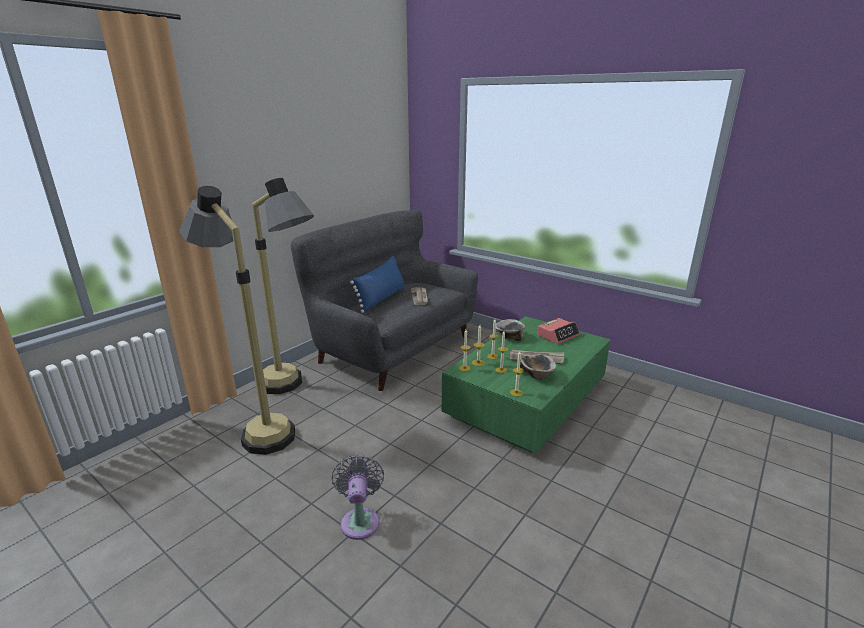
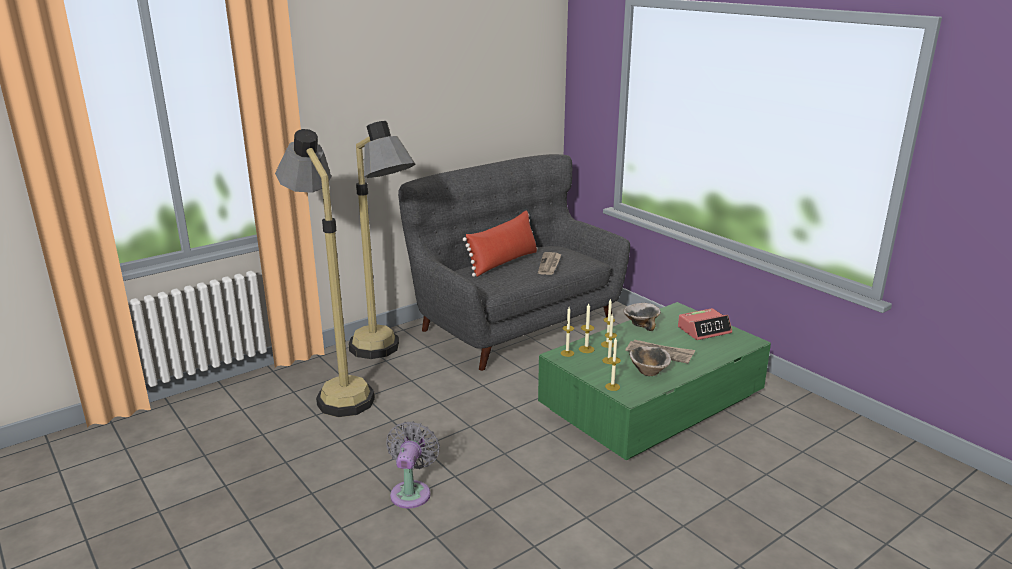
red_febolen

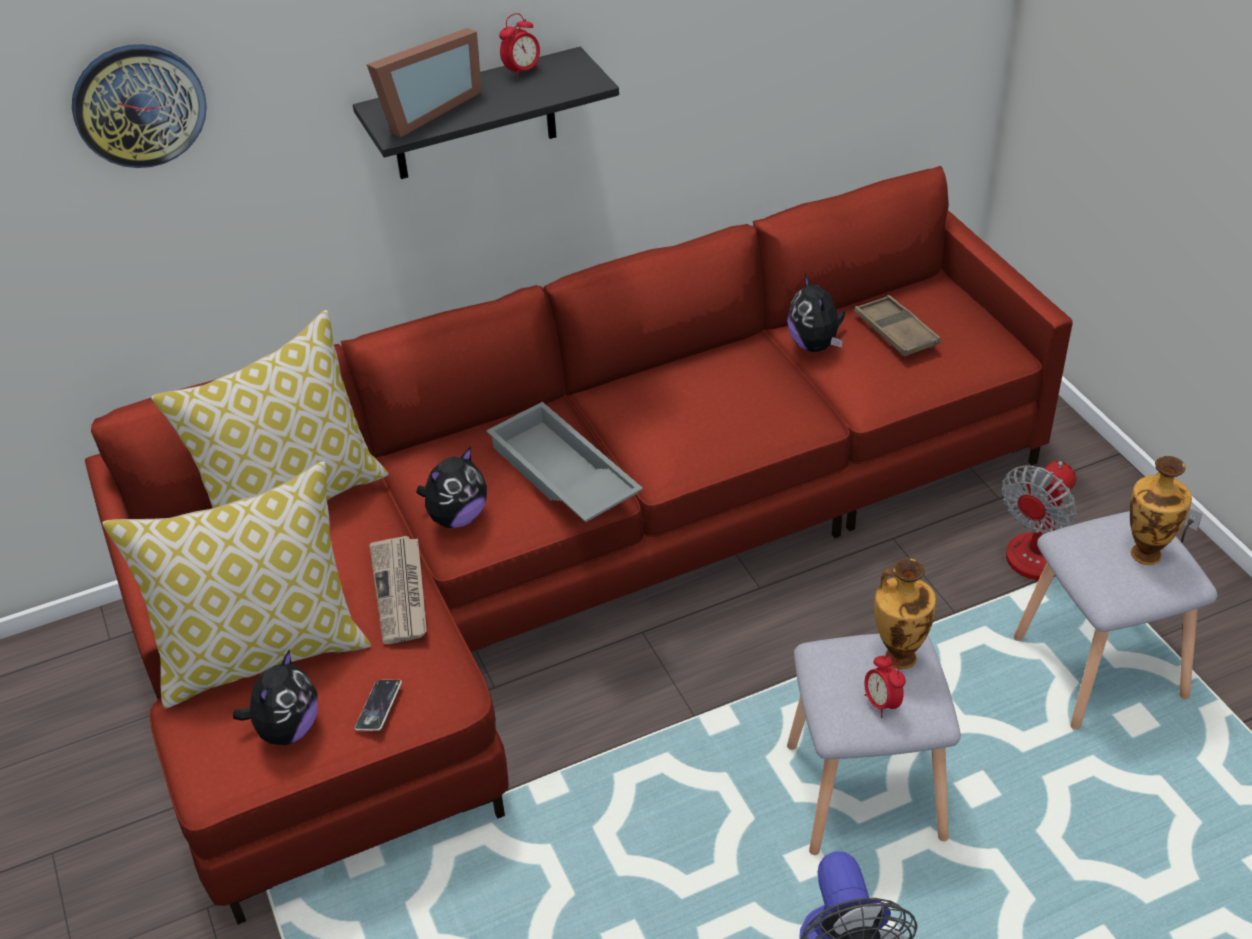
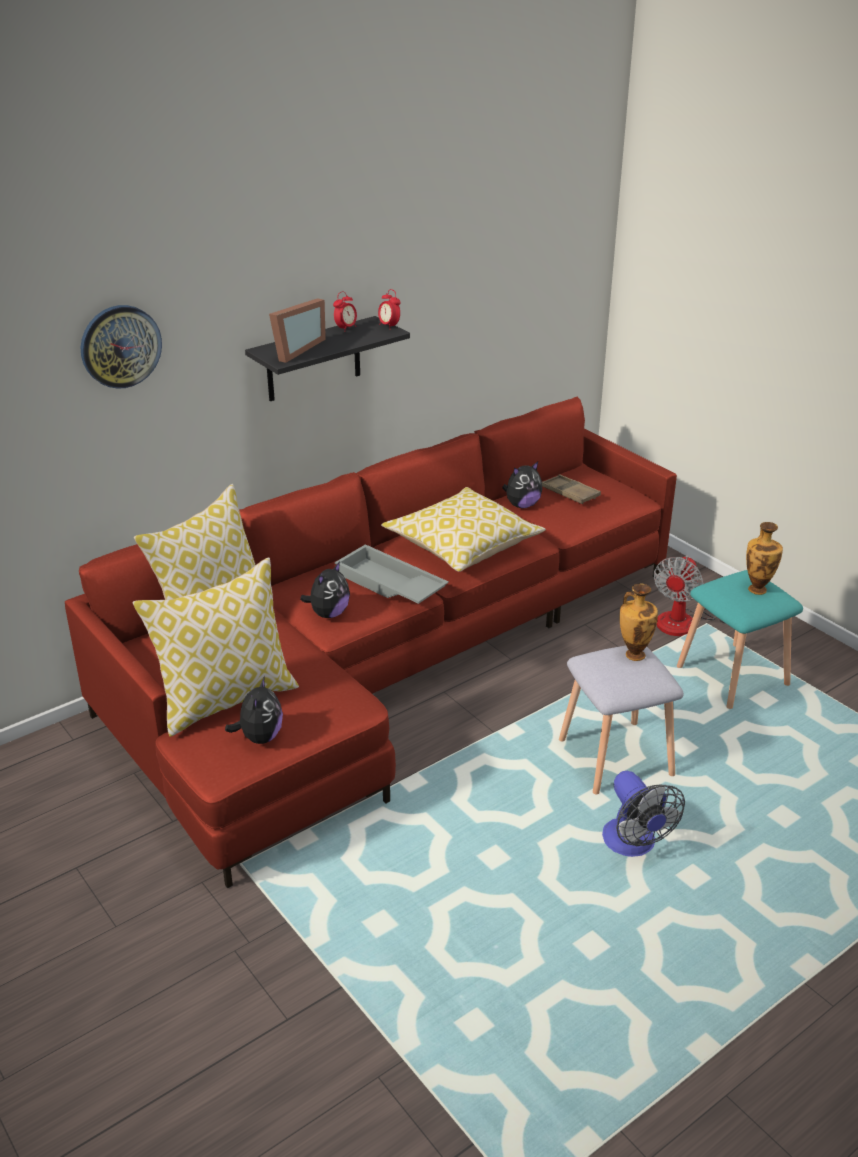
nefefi
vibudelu
febolen (no. 3 from left)
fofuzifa (no. 2 from left)
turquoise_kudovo
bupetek (no. 3 from left)

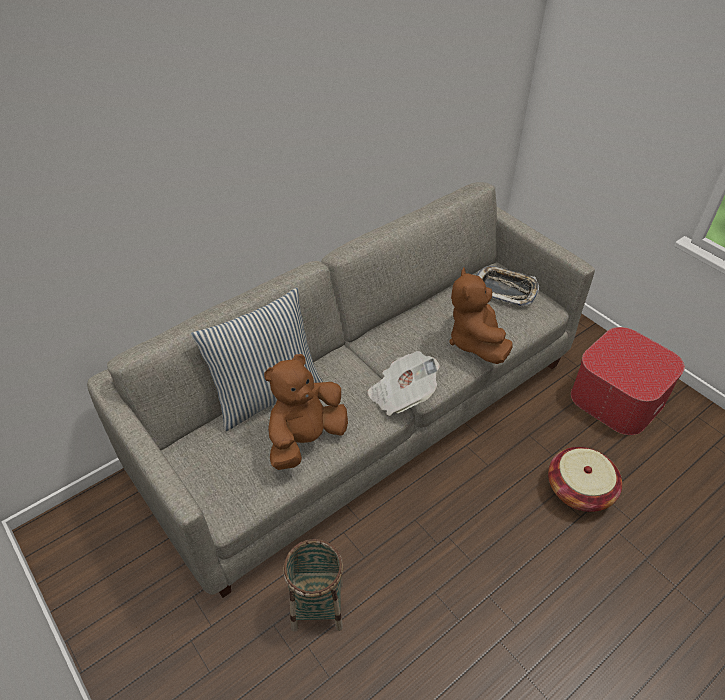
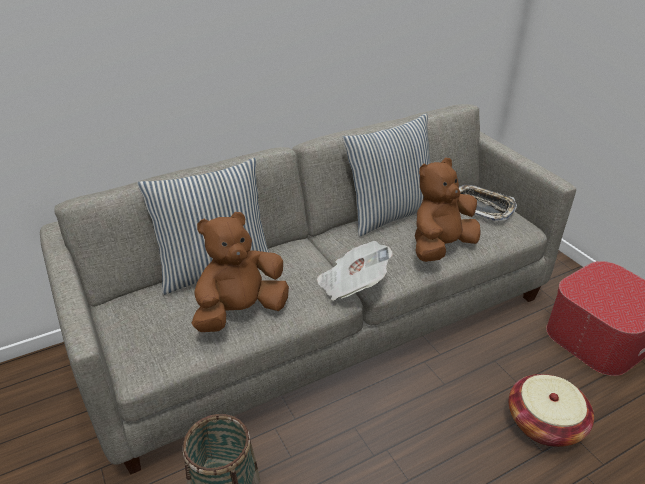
febolen (no. 2 from left)
brown_bupetek (no. 2 from left)

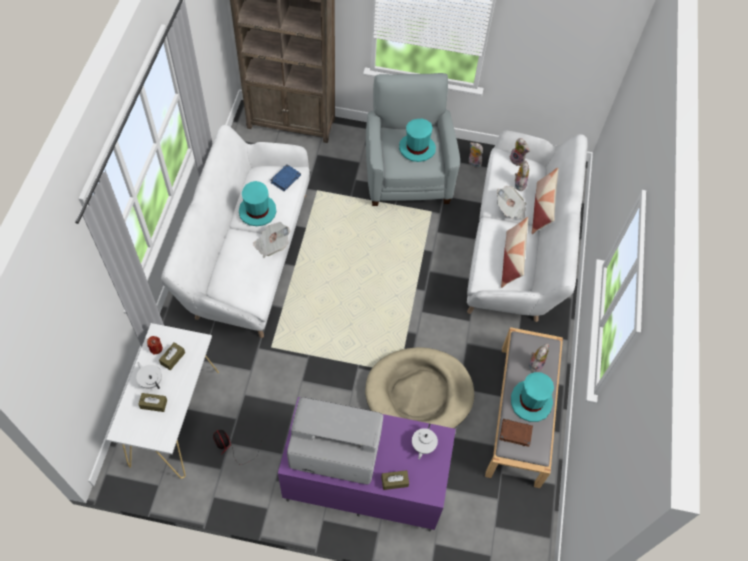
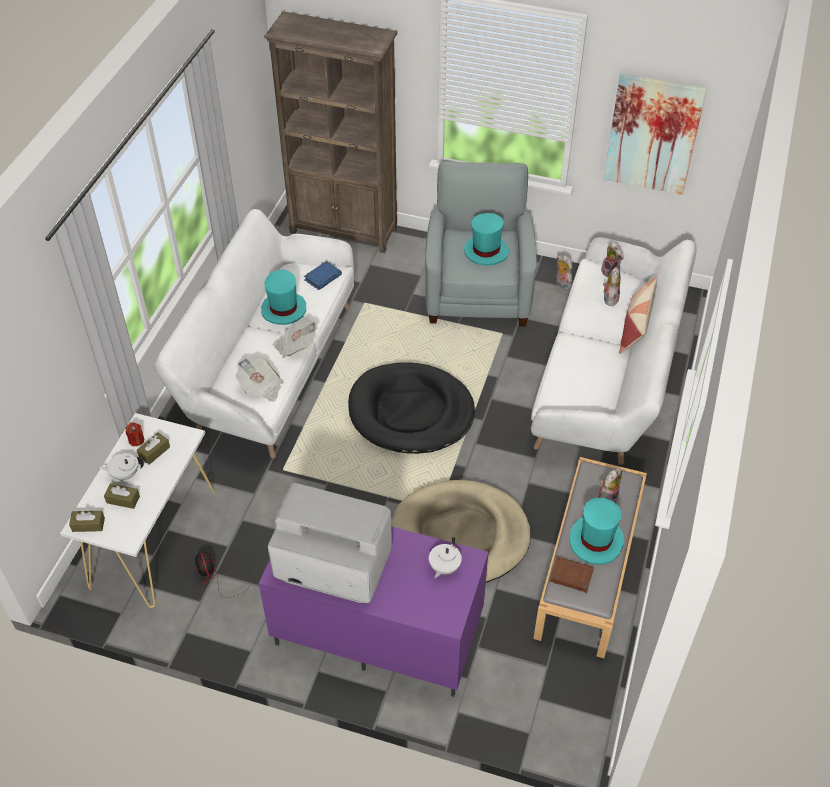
febolen (no. 1 from left in the first image)
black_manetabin
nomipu
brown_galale (no. 1 from left)
vibudelu (no. 1 from left)
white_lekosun (no. 1 from left)

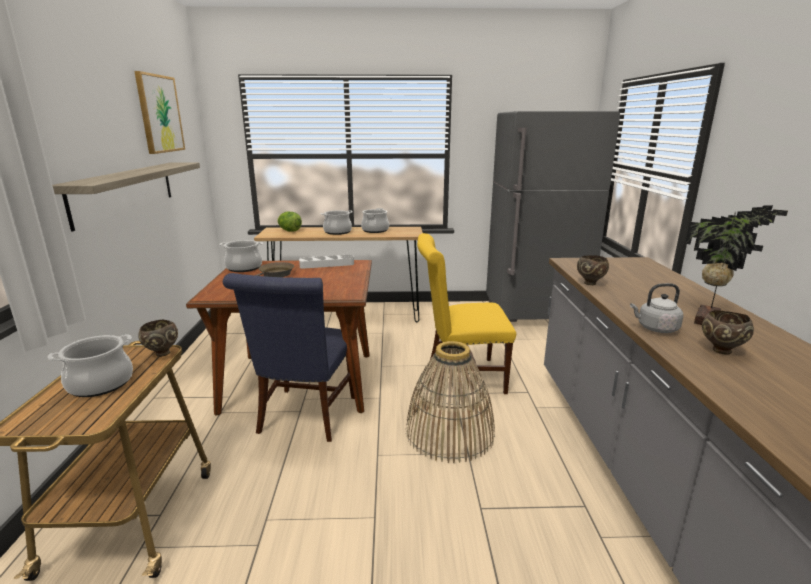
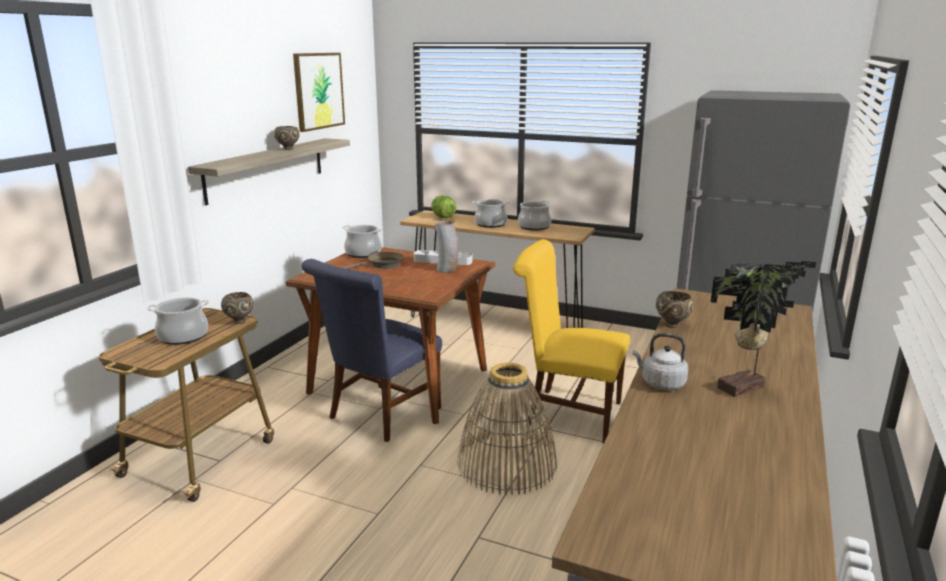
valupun
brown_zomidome (no. 2 from left)

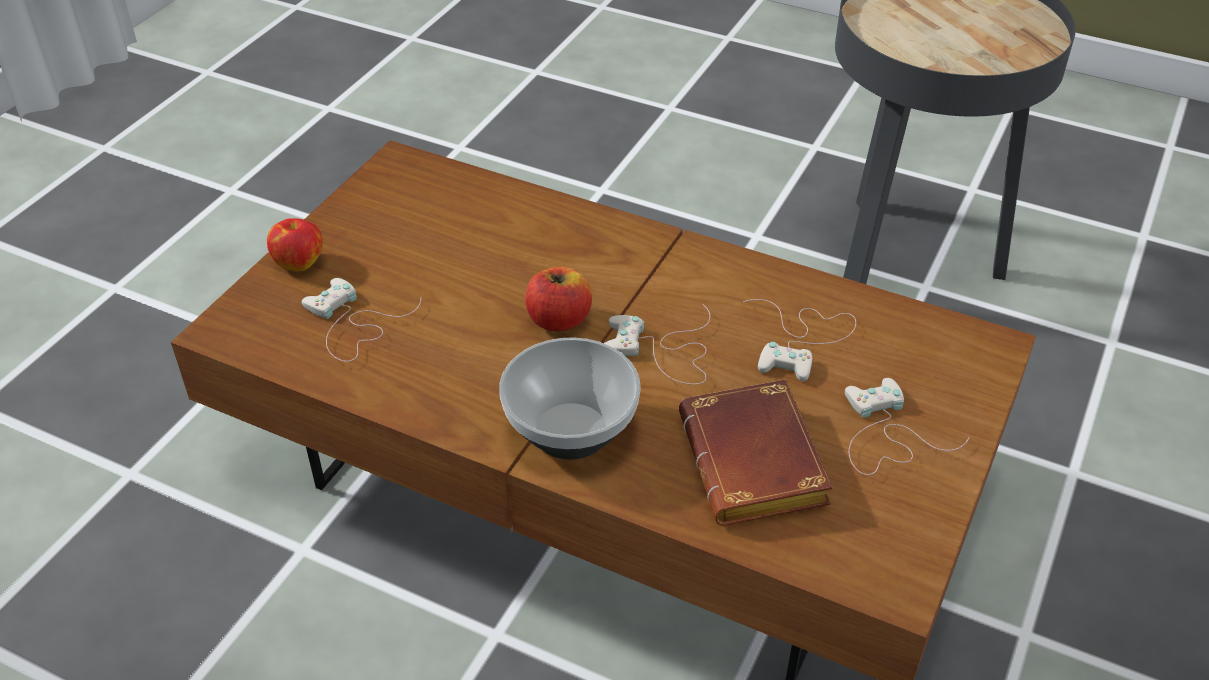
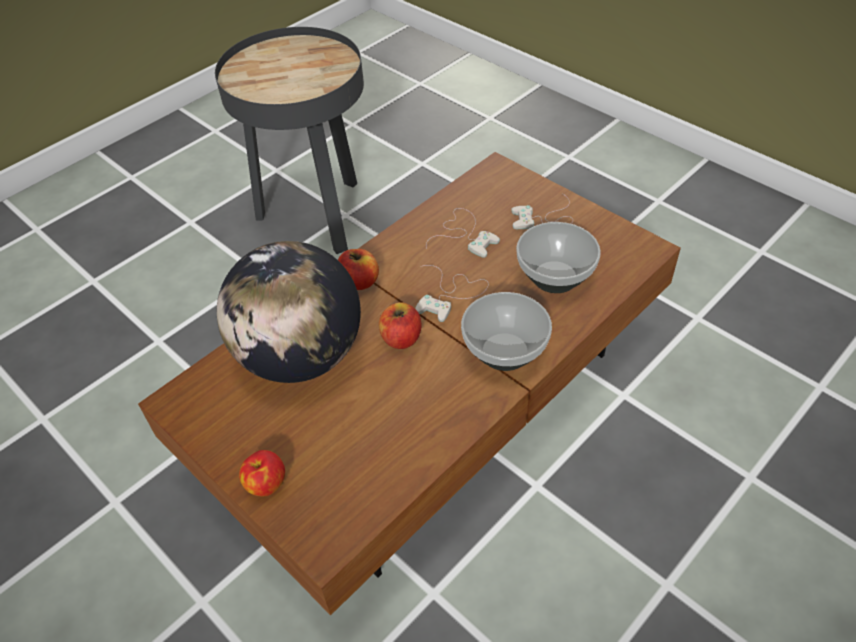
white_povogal (no. 1 from left in the first image)
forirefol
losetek (no. 2 from left)
zomidome (no. 2 from left)

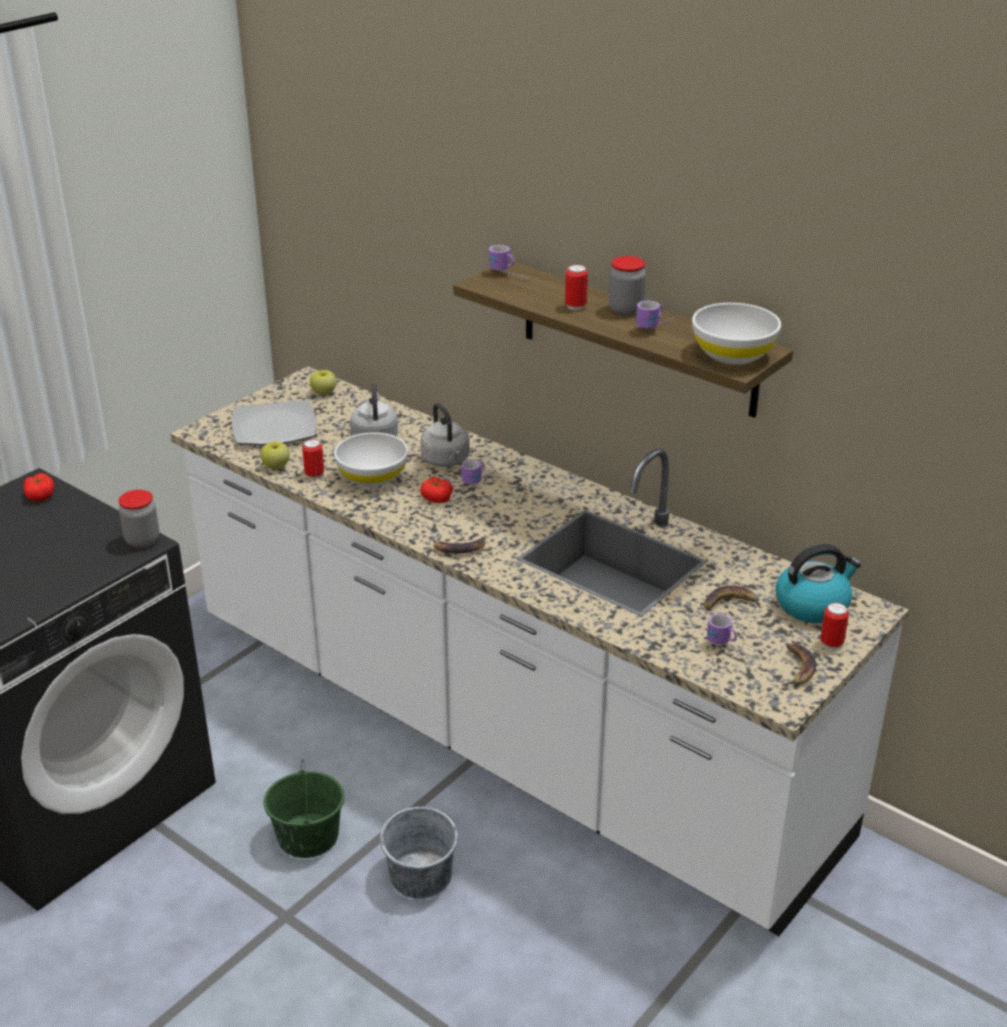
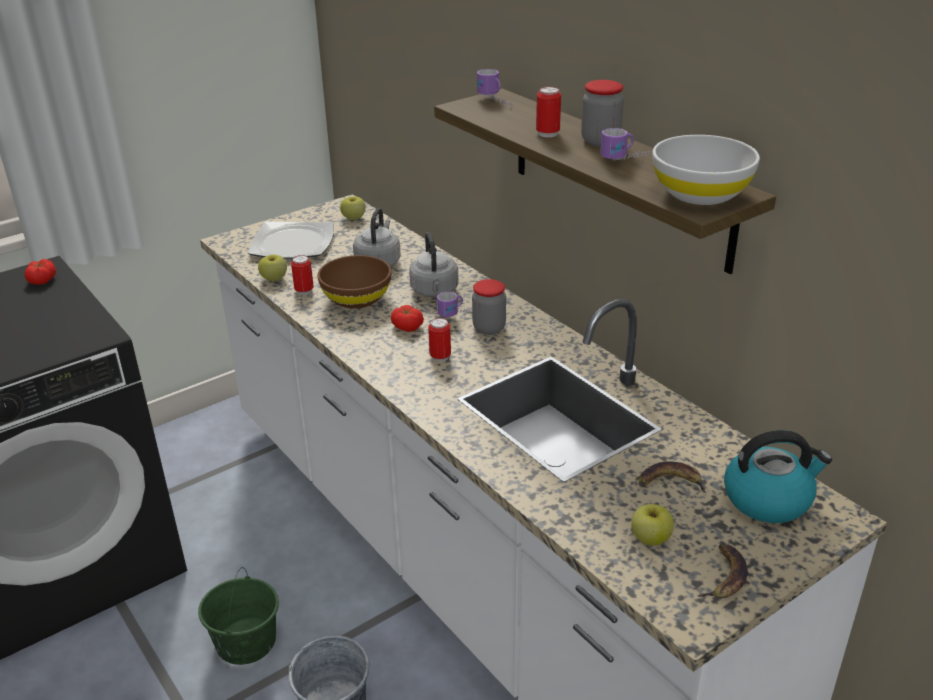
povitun (no. 1 from left in the first image)
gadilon (no. 1 from left)
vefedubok (no. 2 from left)
losetek (no. 3 from left)
brown_zomidome

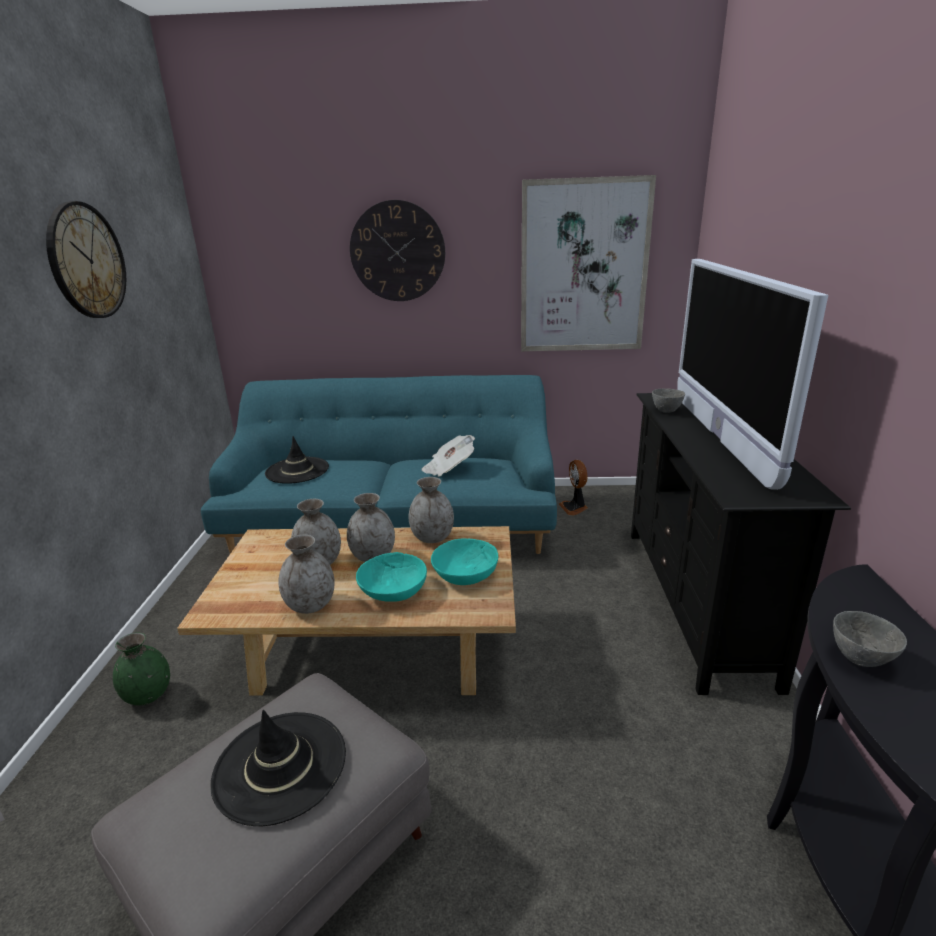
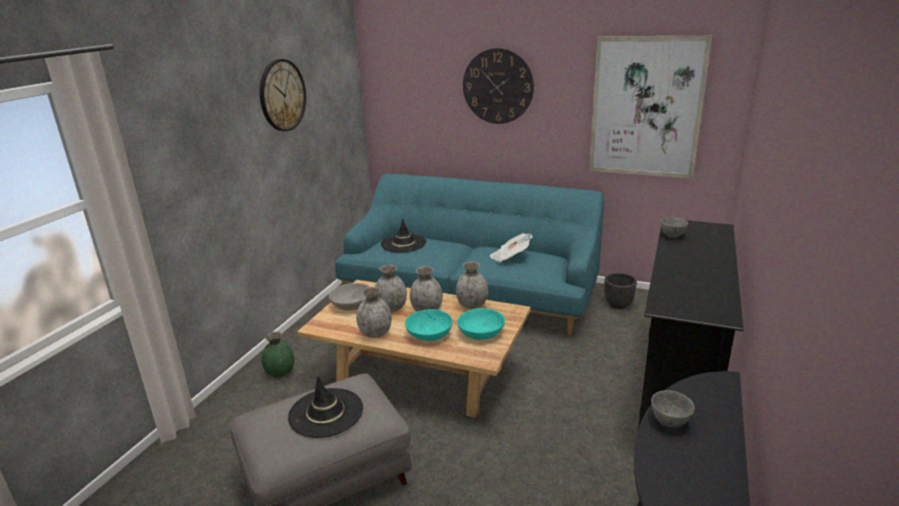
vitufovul
grey_zomidome (no. 1 from left)
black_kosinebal

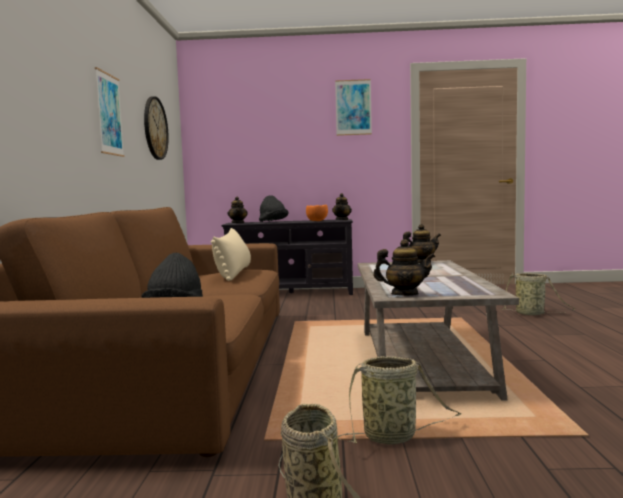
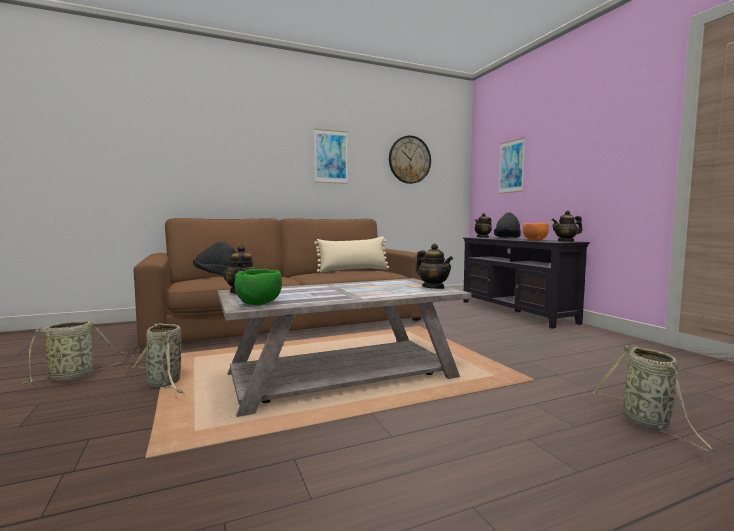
green_zomidome
nomipu (no. 2 from left)

